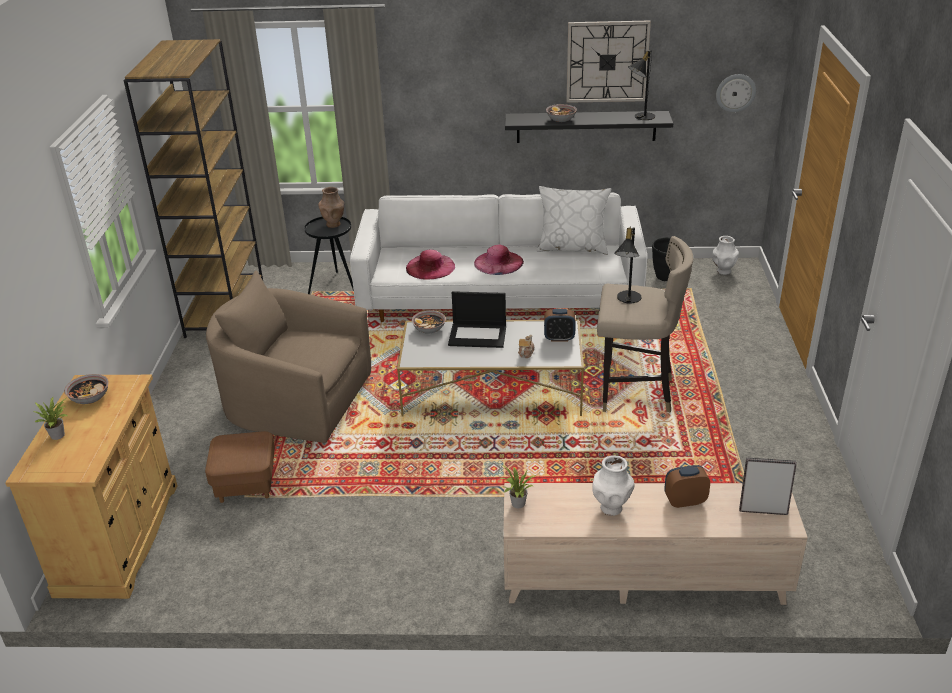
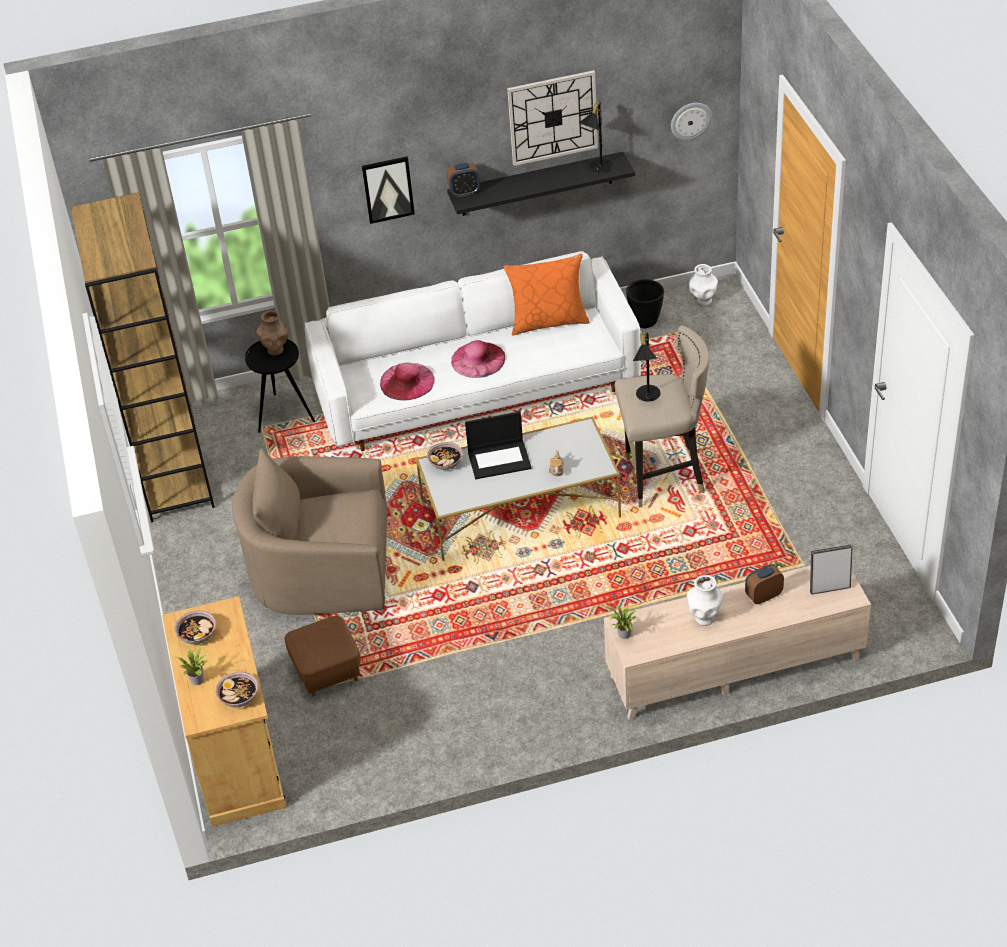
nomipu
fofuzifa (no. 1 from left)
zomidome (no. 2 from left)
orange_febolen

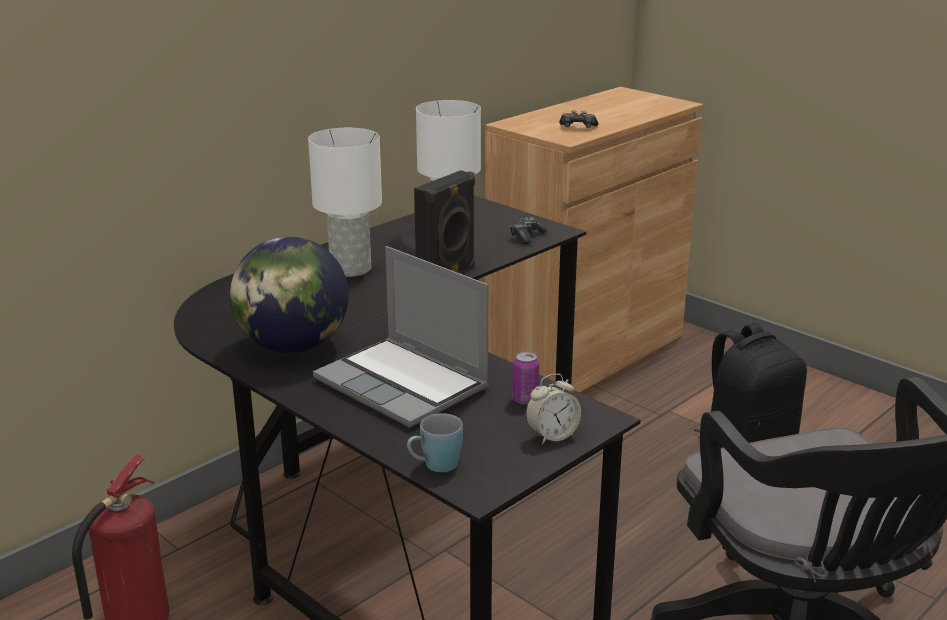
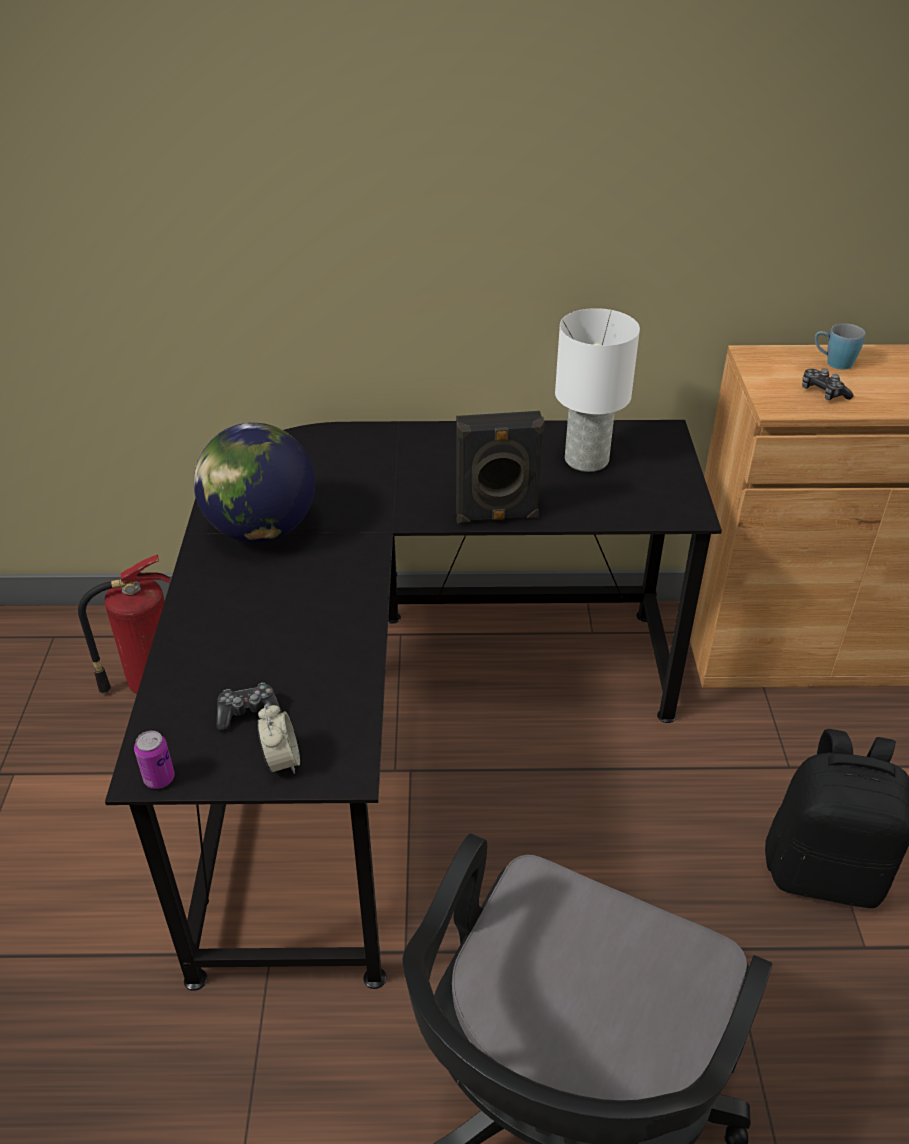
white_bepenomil (no. 1 from left in the first image)
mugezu
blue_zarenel
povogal (no. 1 from left)
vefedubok
fofuzifa

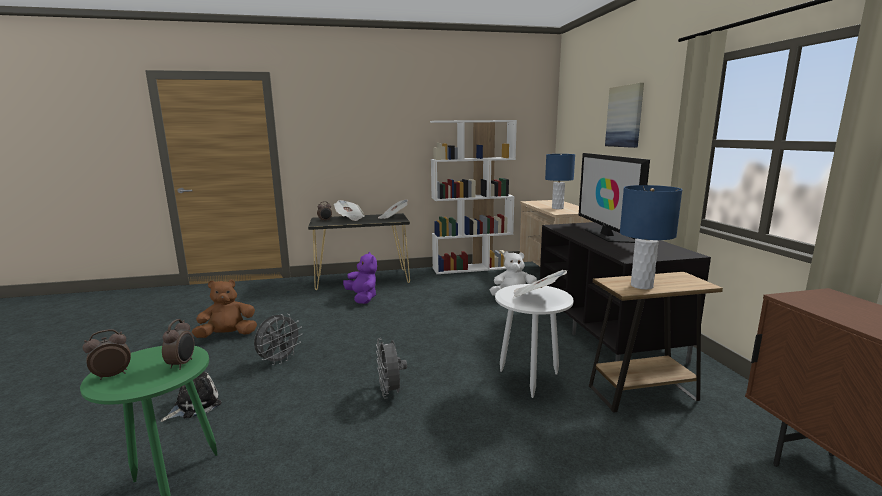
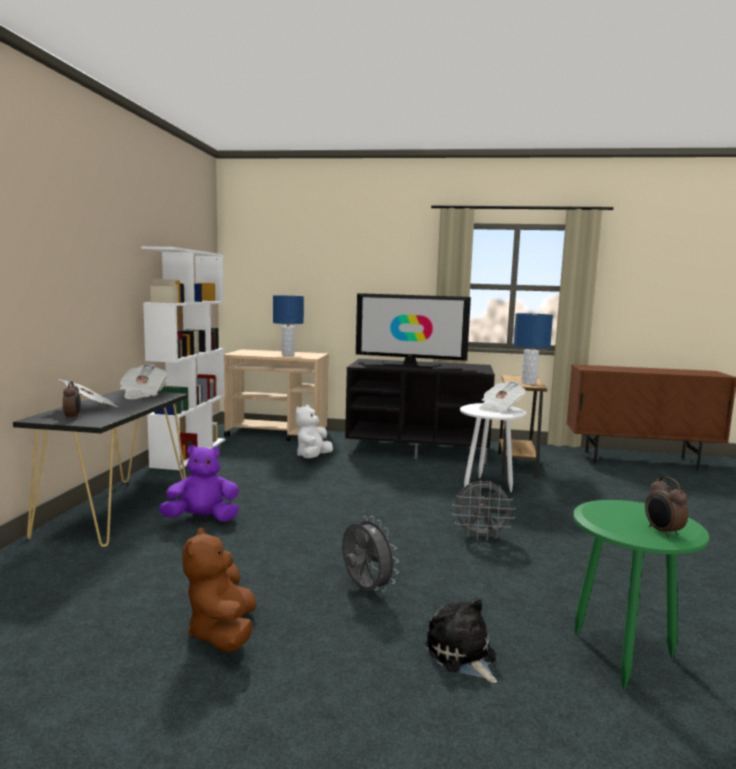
fofuzifa (no. 2 from left in the first image)
nomipu

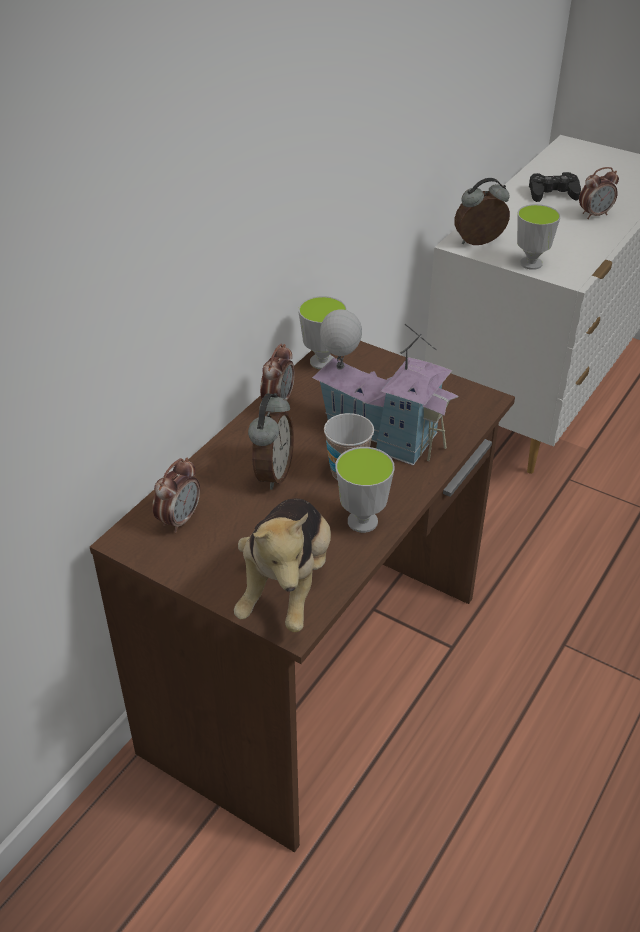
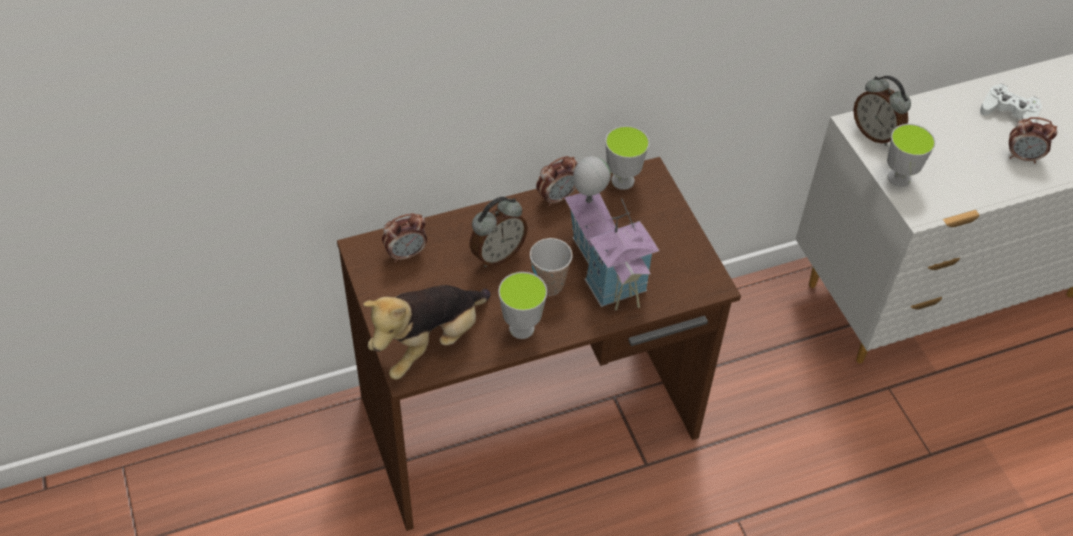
white_povogal
fofuzifa (no. 4 from left)

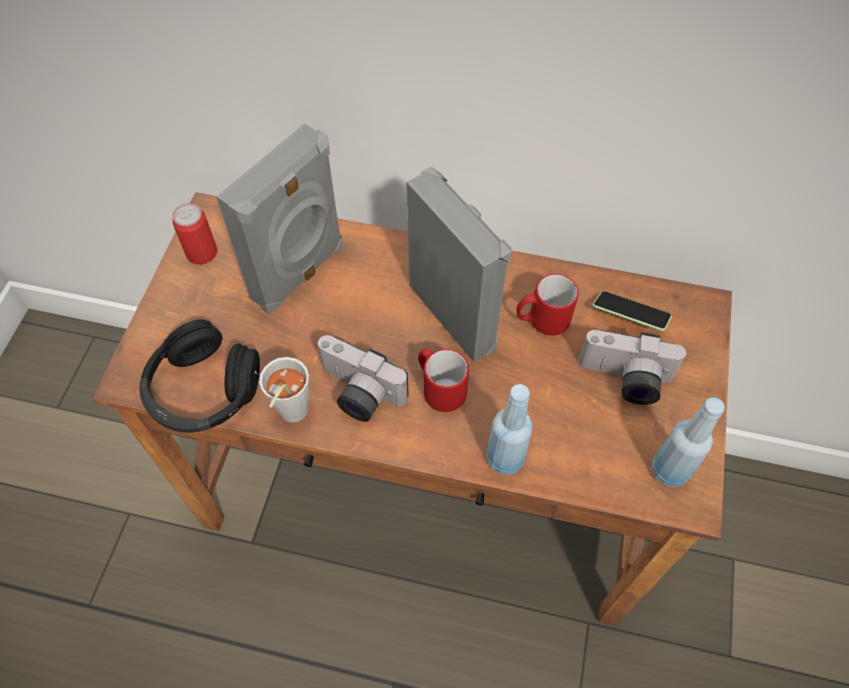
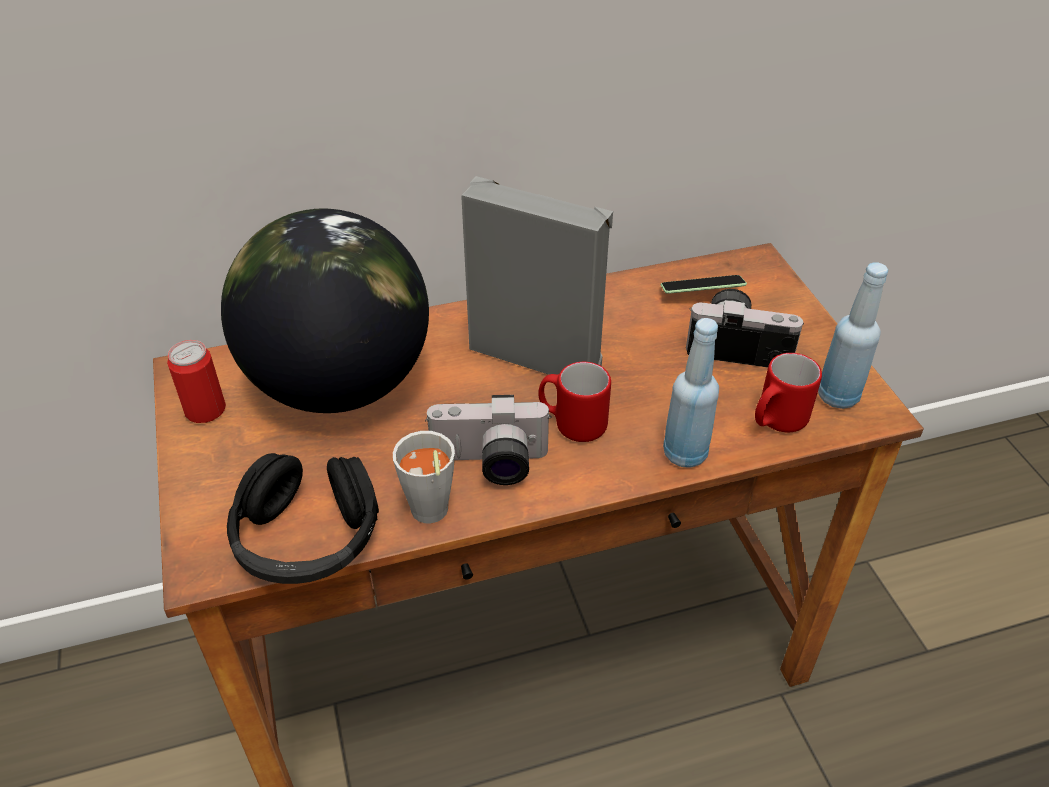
red_zarenel (no. 2 from left)
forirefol
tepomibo (no. 2 from left)

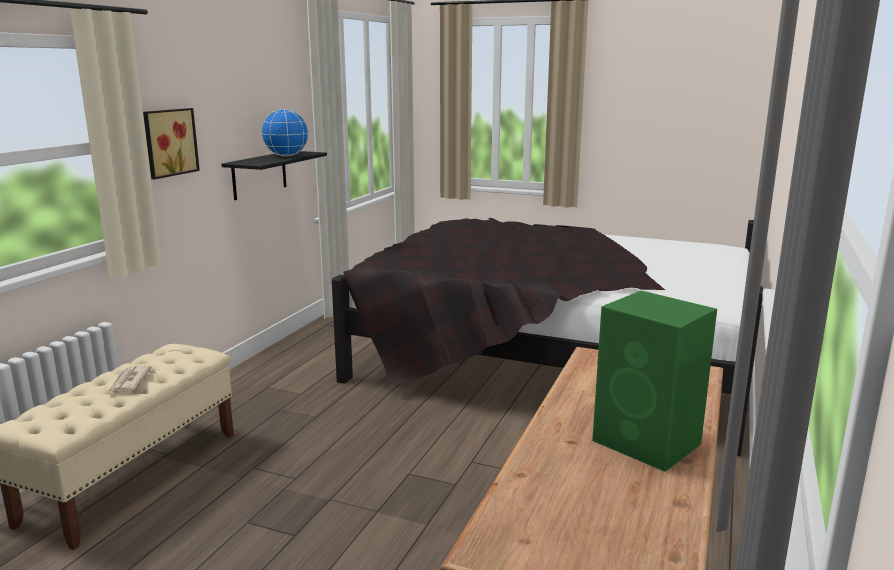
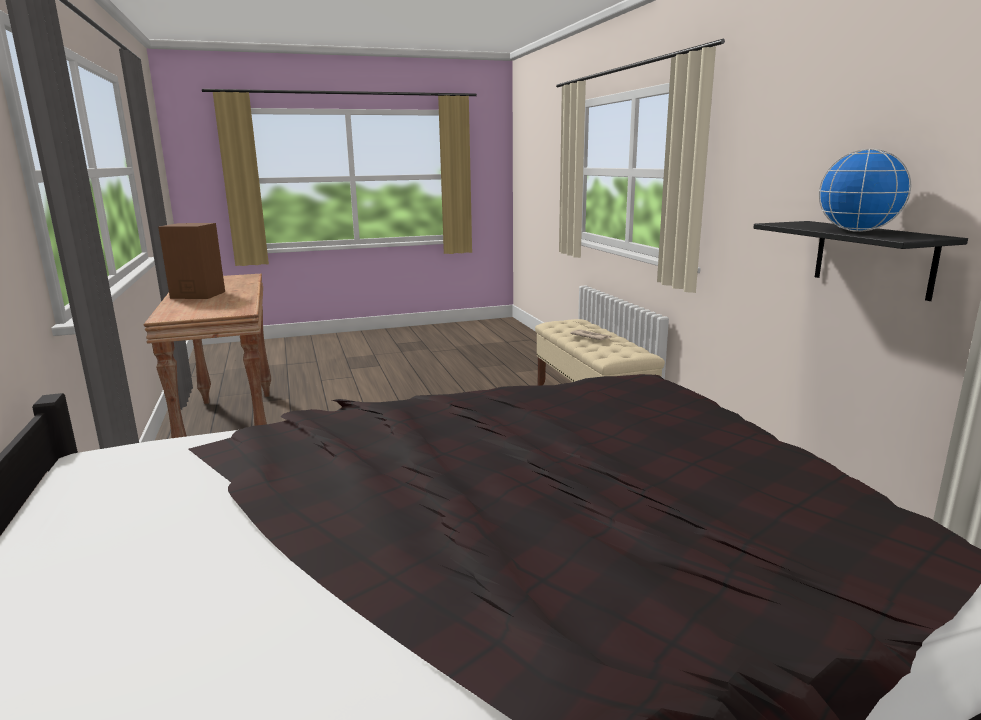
nomipu
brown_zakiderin

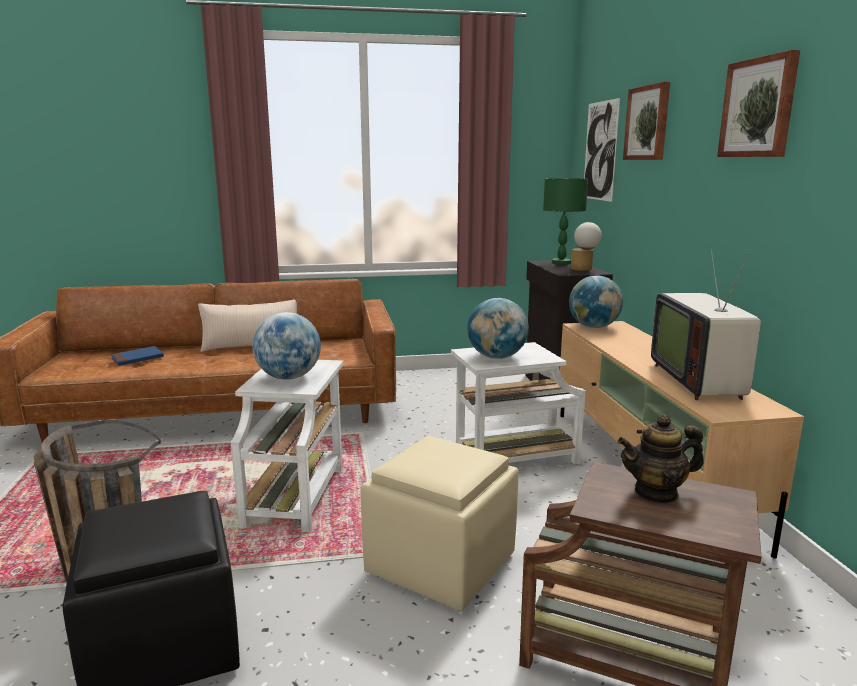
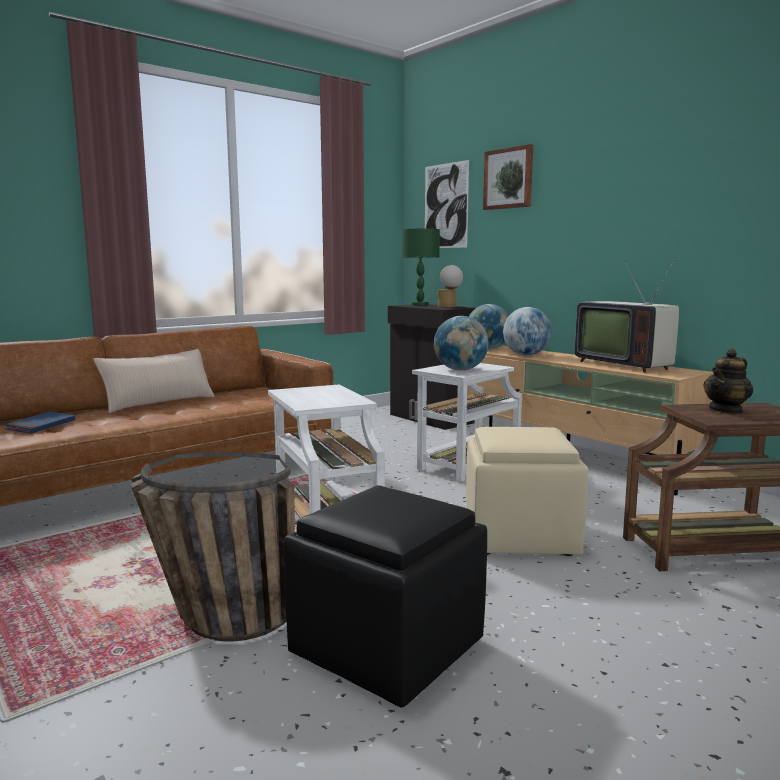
nomipu (no. 3 from left in the first image)
forirefol (no. 3 from left)

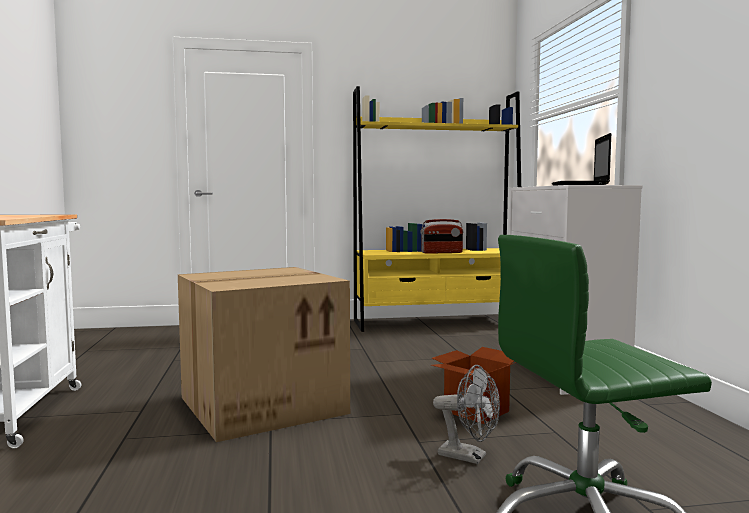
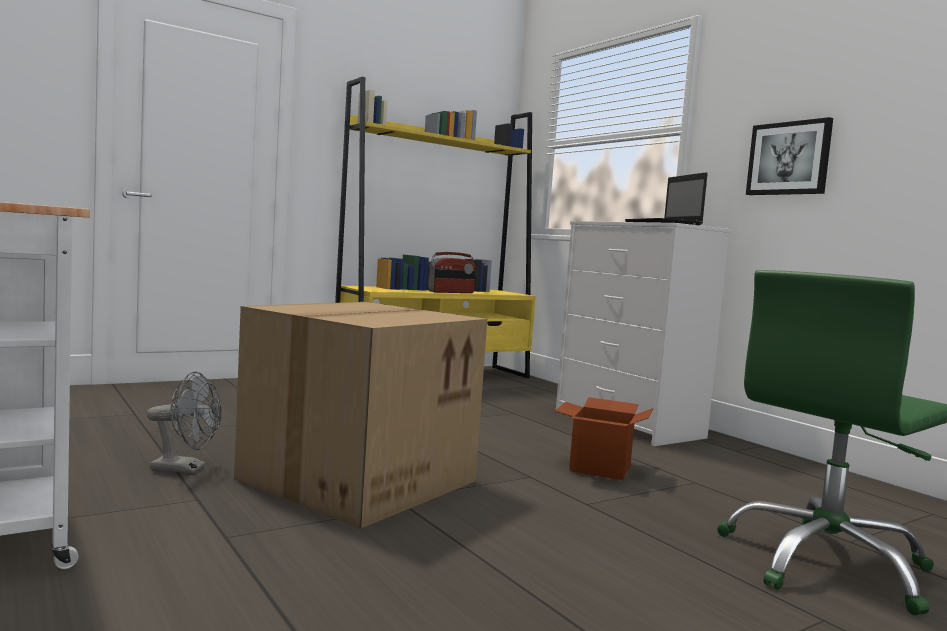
nomipu
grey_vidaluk

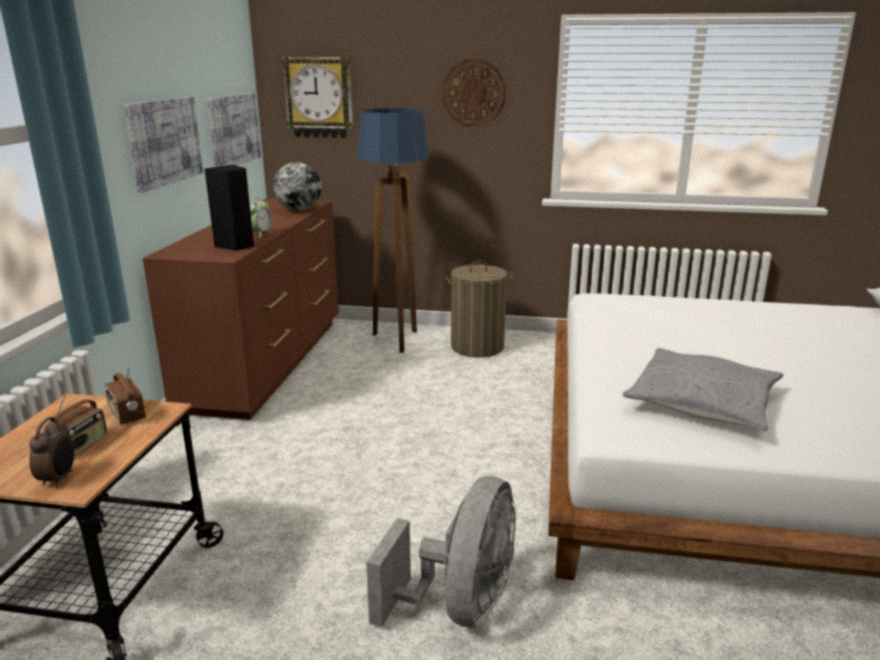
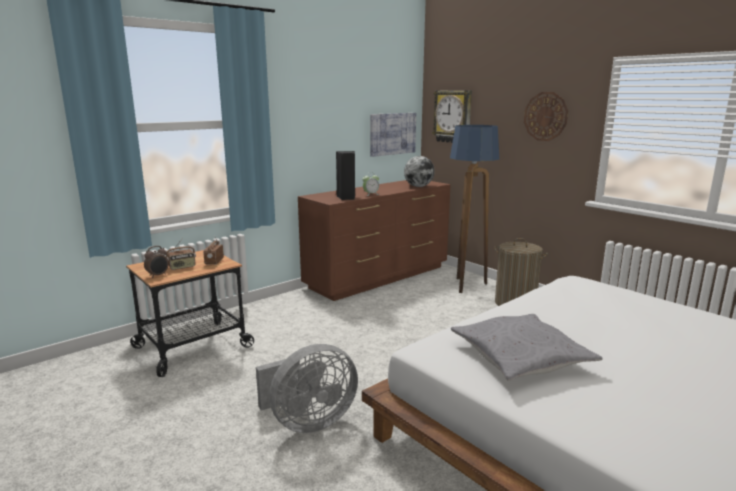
nomipu (no. 1 from left in the first image)

